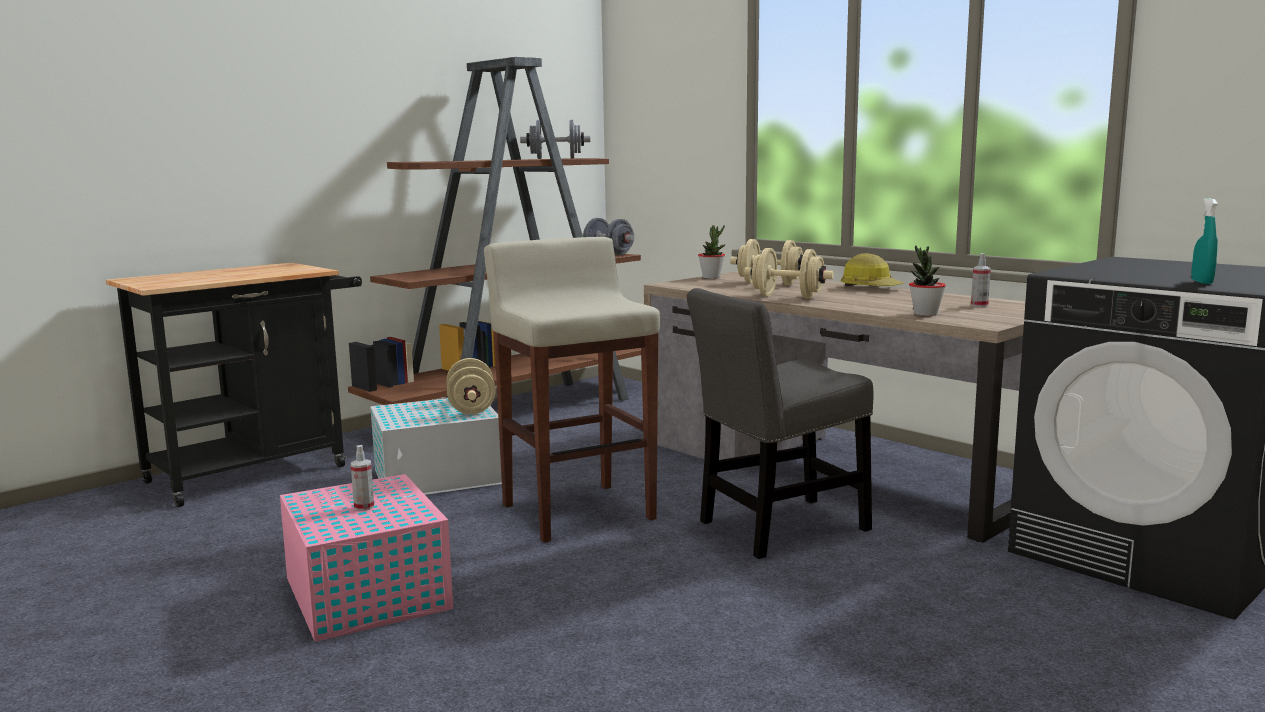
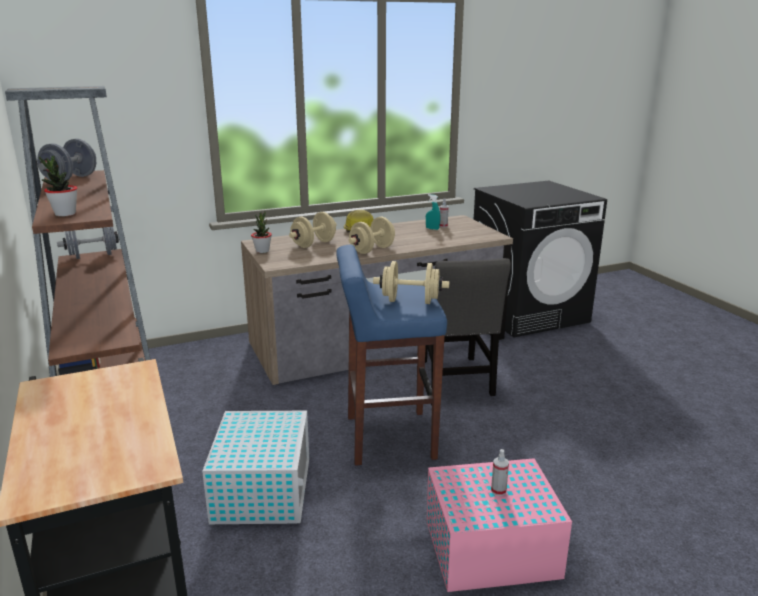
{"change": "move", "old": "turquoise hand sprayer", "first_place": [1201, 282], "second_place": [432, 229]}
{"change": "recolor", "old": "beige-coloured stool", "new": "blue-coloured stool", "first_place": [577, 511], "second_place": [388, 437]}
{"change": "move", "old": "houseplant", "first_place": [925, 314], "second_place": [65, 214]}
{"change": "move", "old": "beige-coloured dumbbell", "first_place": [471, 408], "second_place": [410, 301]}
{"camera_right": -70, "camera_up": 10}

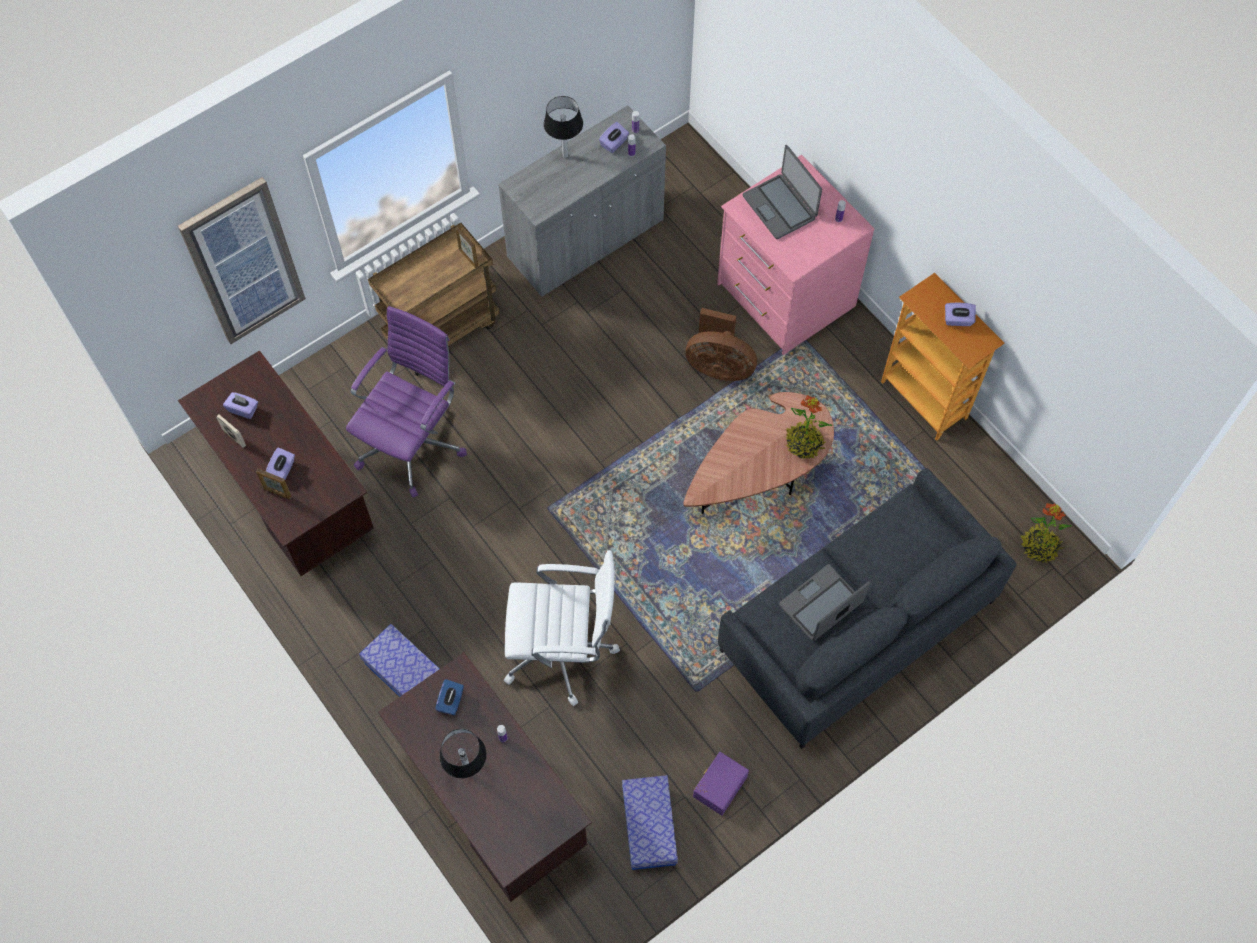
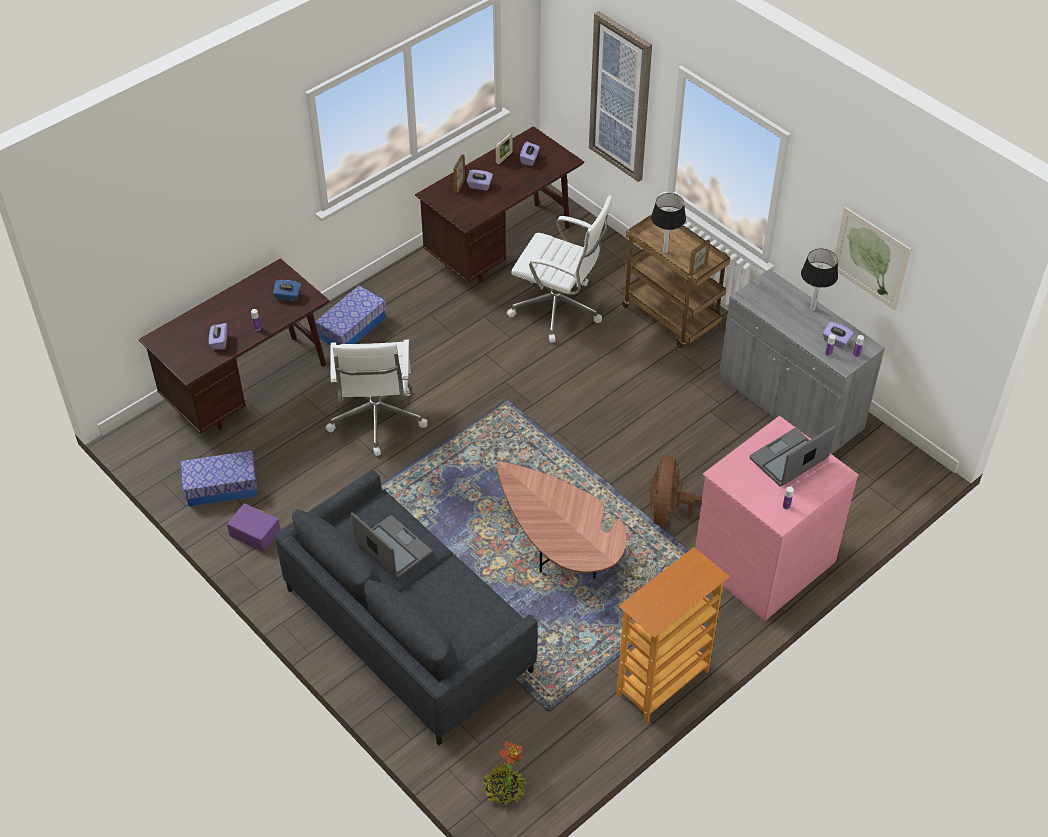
{"change": "move", "old": "purplish tissue holder", "first_place": [958, 320], "second_place": [219, 342]}
{"change": "recolor", "old": "purplish desk chair", "new": "white-coloured desk chair", "first_place": [412, 442], "second_place": [559, 310]}
{"change": "delete", "old": "houseplant", "first_place": [804, 444]}
{"change": "move", "old": "table lamp", "first_place": [468, 772], "second_place": [665, 252]}
{"change": "insert", "new": "wall art", "second_place": [871, 258]}
{"camera_right": 85, "camera_up": -15}

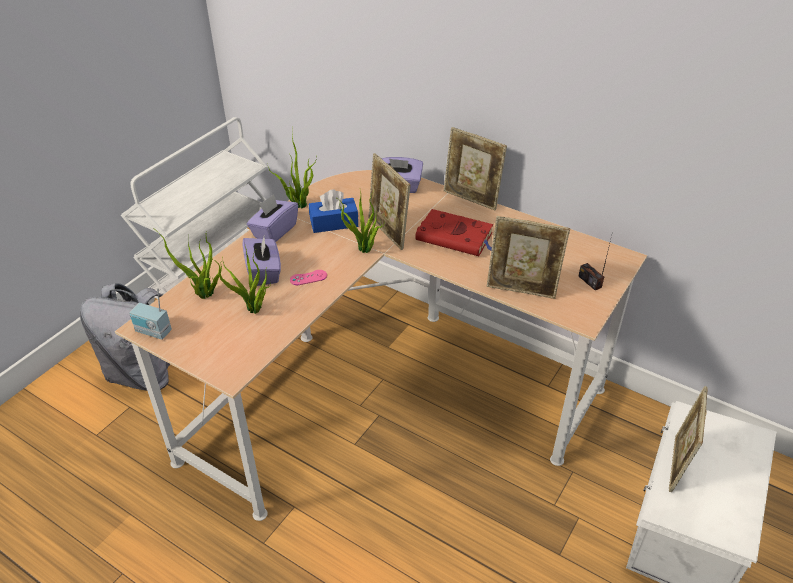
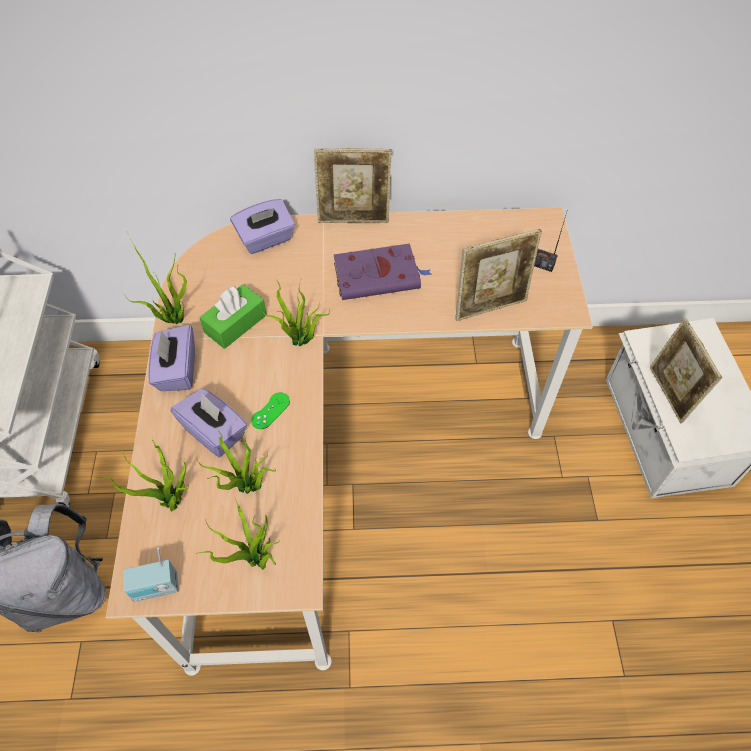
{"change": "delete", "old": "photo frame", "first_place": [388, 233]}
{"change": "recolor", "old": "blue-coloured tissue holder", "new": "green-coloured tissue holder", "first_place": [334, 223], "second_place": [235, 324]}
{"change": "recolor", "old": "red book", "new": "purplish book", "first_place": [456, 237], "second_place": [379, 276]}
{"change": "recolor", "old": "pinkish gamepad", "new": "green-coloured gamepad", "first_place": [308, 278], "second_place": [270, 411]}
{"change": "insert", "new": "houseplant", "second_place": [256, 560]}
{"camera_right": -35, "camera_up": 15}

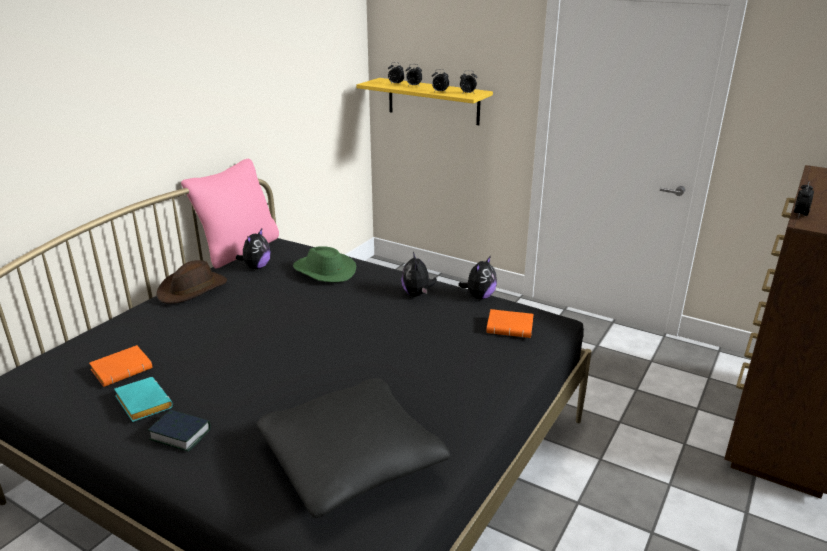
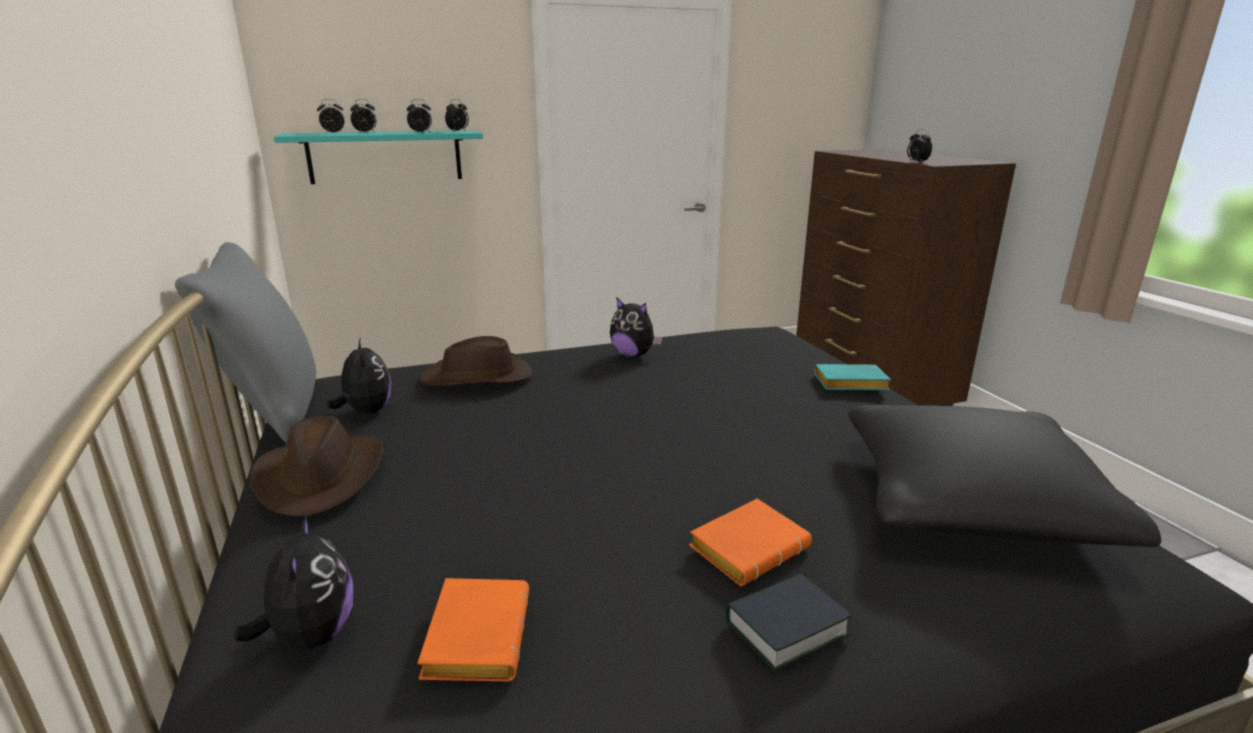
{"change": "recolor", "old": "yellow-coloured shelf", "new": "turquoise shelf", "first_place": [433, 101], "second_place": [385, 156]}
{"change": "recolor", "old": "pinkish pillow", "new": "gray pillow", "first_place": [238, 250], "second_place": [274, 410]}
{"change": "recolor", "old": "green-coloured hat", "new": "brown hat", "first_place": [324, 271], "second_place": [478, 378]}
{"change": "move", "old": "soft toy", "first_place": [479, 297], "second_place": [311, 635]}
{"change": "move", "old": "orangey book", "first_place": [511, 327], "second_place": [749, 547]}
{"change": "move", "old": "turquoise book", "first_place": [141, 403], "second_place": [848, 384]}
{"camera_right": -50, "camera_up": -5}

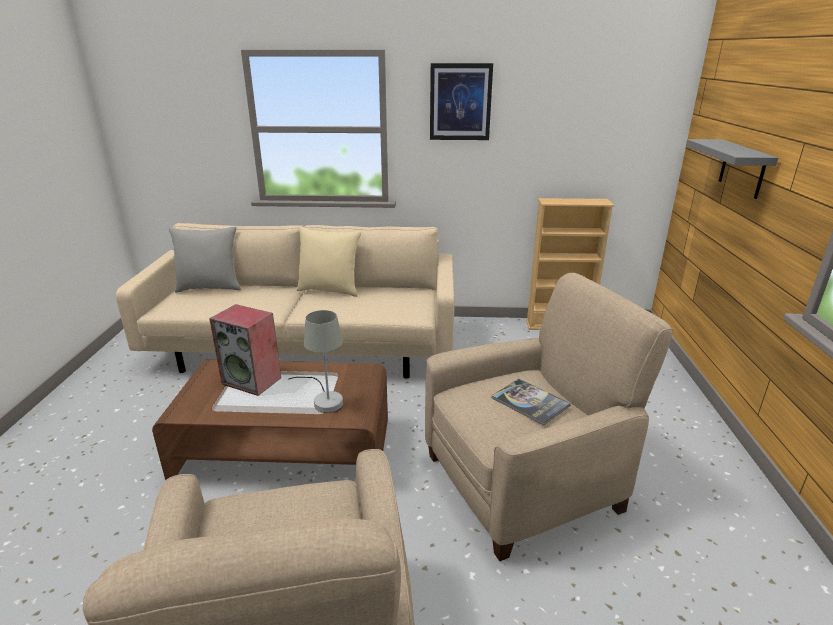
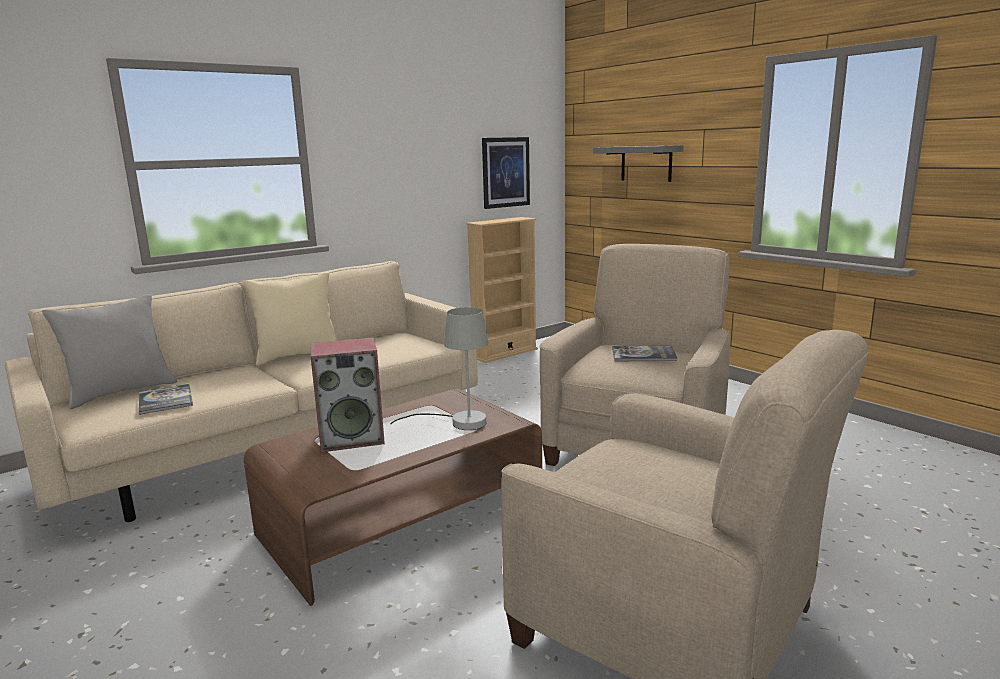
{"change": "move", "old": "wall art", "first_place": [460, 102], "second_place": [505, 172]}
{"change": "insert", "new": "book", "second_place": [165, 400]}
{"camera_right": -40, "camera_up": -10}

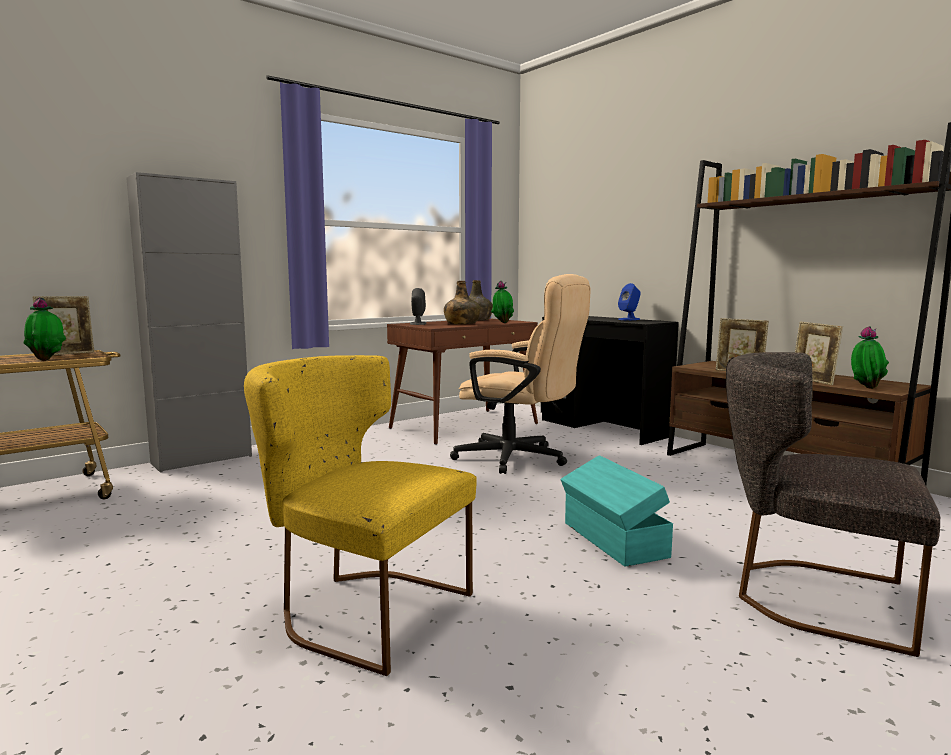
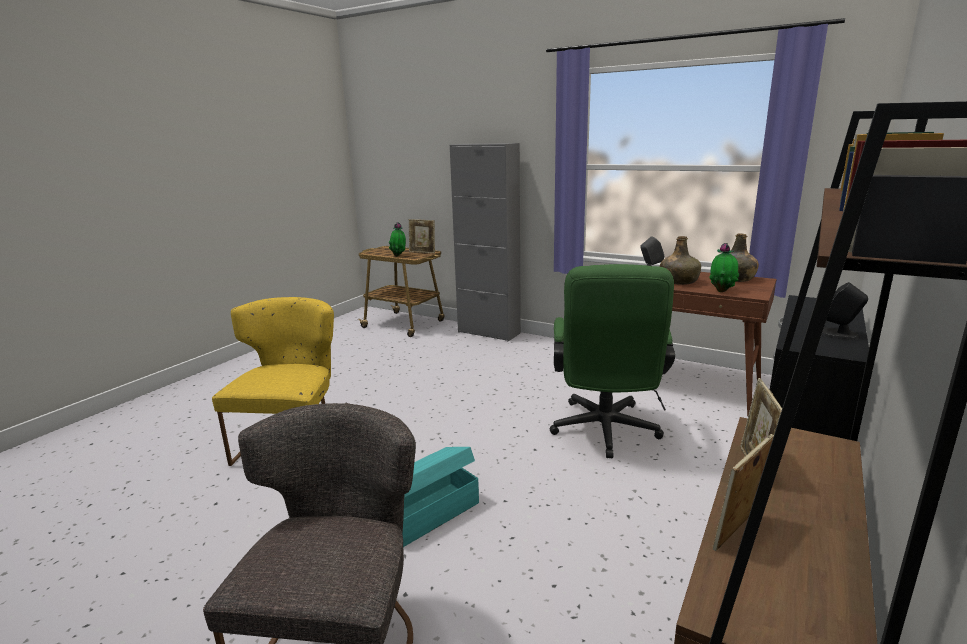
{"change": "recolor", "old": "beige-coloured desk chair", "new": "green-coloured desk chair", "first_place": [520, 459], "second_place": [605, 433]}
{"change": "recolor", "old": "blue-coloured speaker", "new": "black speaker", "first_place": [629, 319], "second_place": [838, 334]}
{"change": "delete", "old": "houseplant", "first_place": [865, 388]}
{"camera_right": 70, "camera_up": 10}

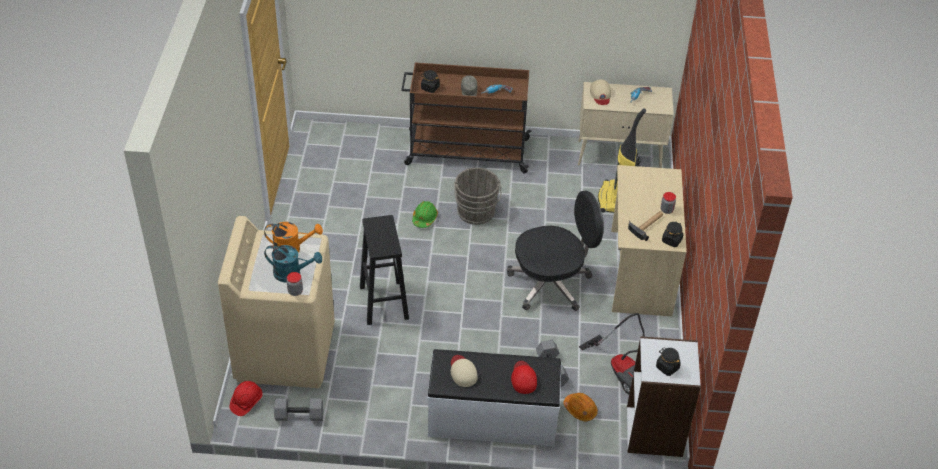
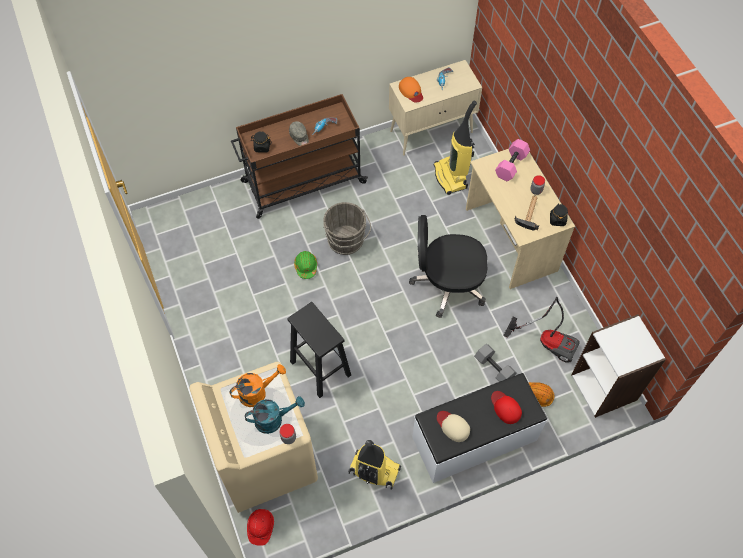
{"change": "recolor", "old": "beige-coloured baseball cap", "new": "orangey baseball cap", "first_place": [600, 94], "second_place": [411, 91]}
{"change": "rotate", "old": "black desk chair", "first_place": [551, 284], "second_place": [447, 284], "degrees": -135}
{"change": "delete", "old": "black preserve jar", "first_place": [667, 367]}
{"change": "delete", "old": "gray dumbbell", "first_place": [300, 415]}
{"change": "insert", "new": "pinkish dumbbell", "second_place": [511, 166]}
{"change": "insert", "new": "hoover", "second_place": [373, 471]}
{"camera_right": -25, "camera_up": 15}

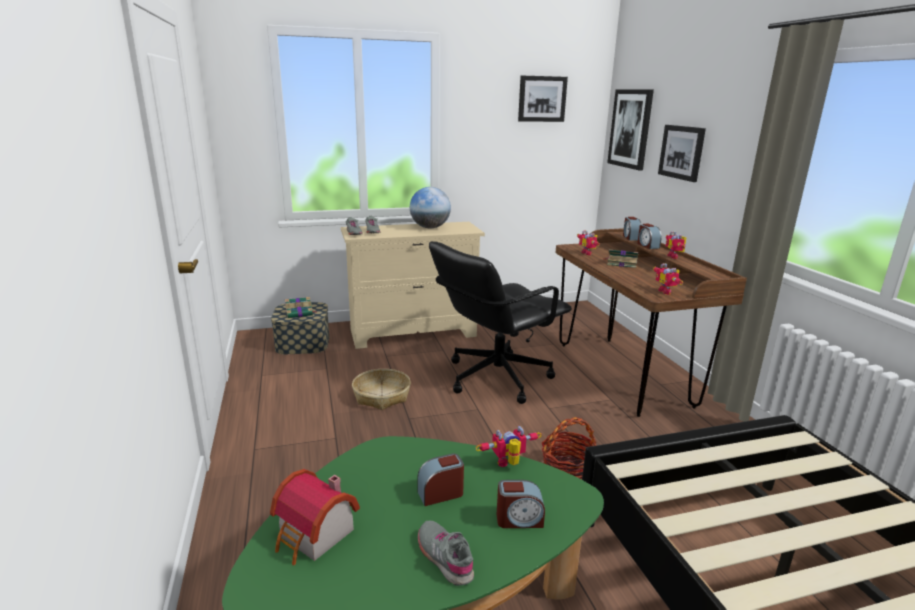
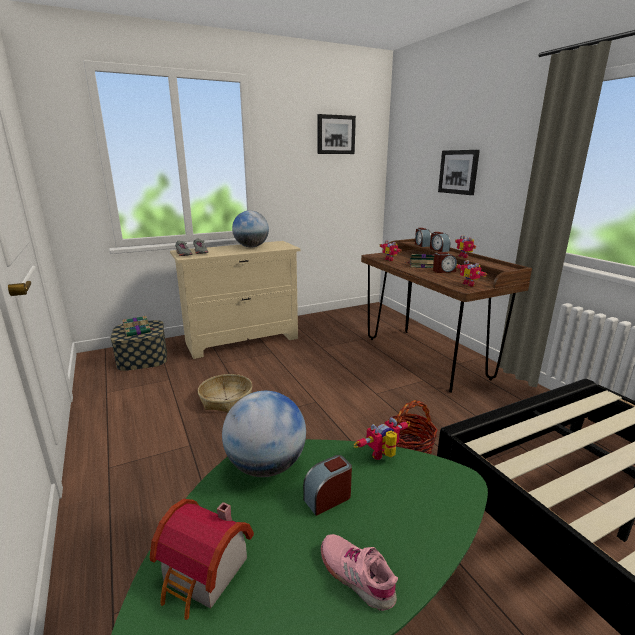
{"change": "delete", "old": "wall art", "first_place": [630, 128]}
{"change": "delete", "old": "black desk chair", "first_place": [496, 377]}
{"change": "move", "old": "bedside clock", "first_place": [519, 519], "second_place": [444, 271]}
{"change": "recolor", "old": "gray item of footwear", "new": "pinkish item of footwear", "first_place": [445, 557], "second_place": [356, 575]}
{"change": "insert", "new": "desk globe", "second_place": [266, 466]}
{"camera_right": -10, "camera_up": 0}

